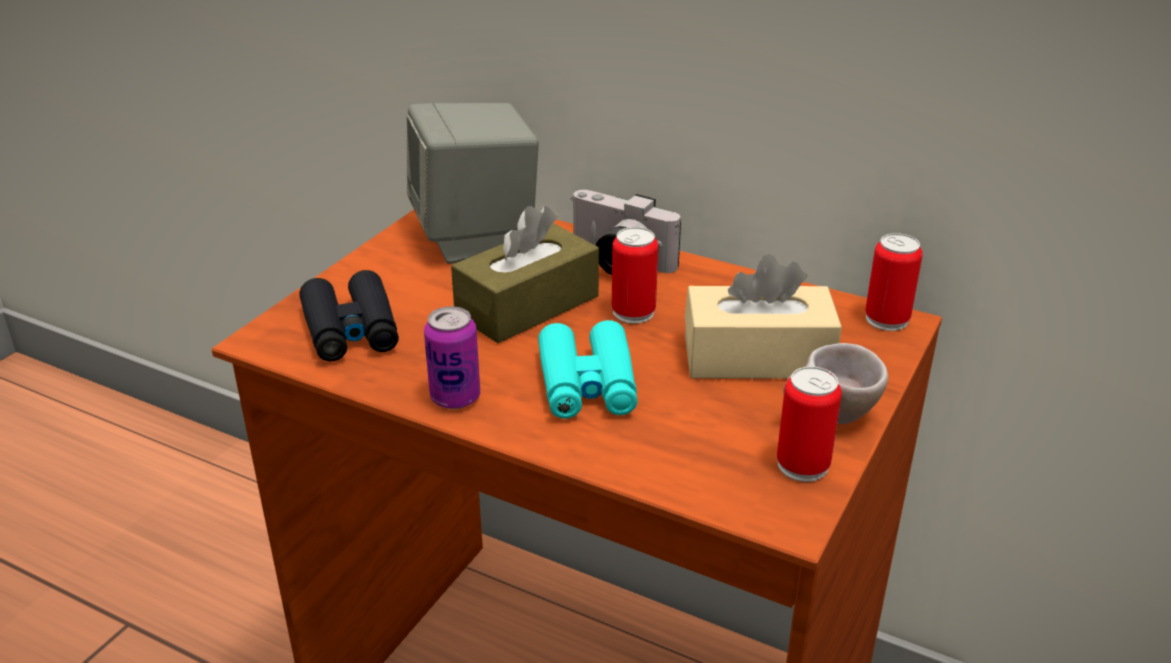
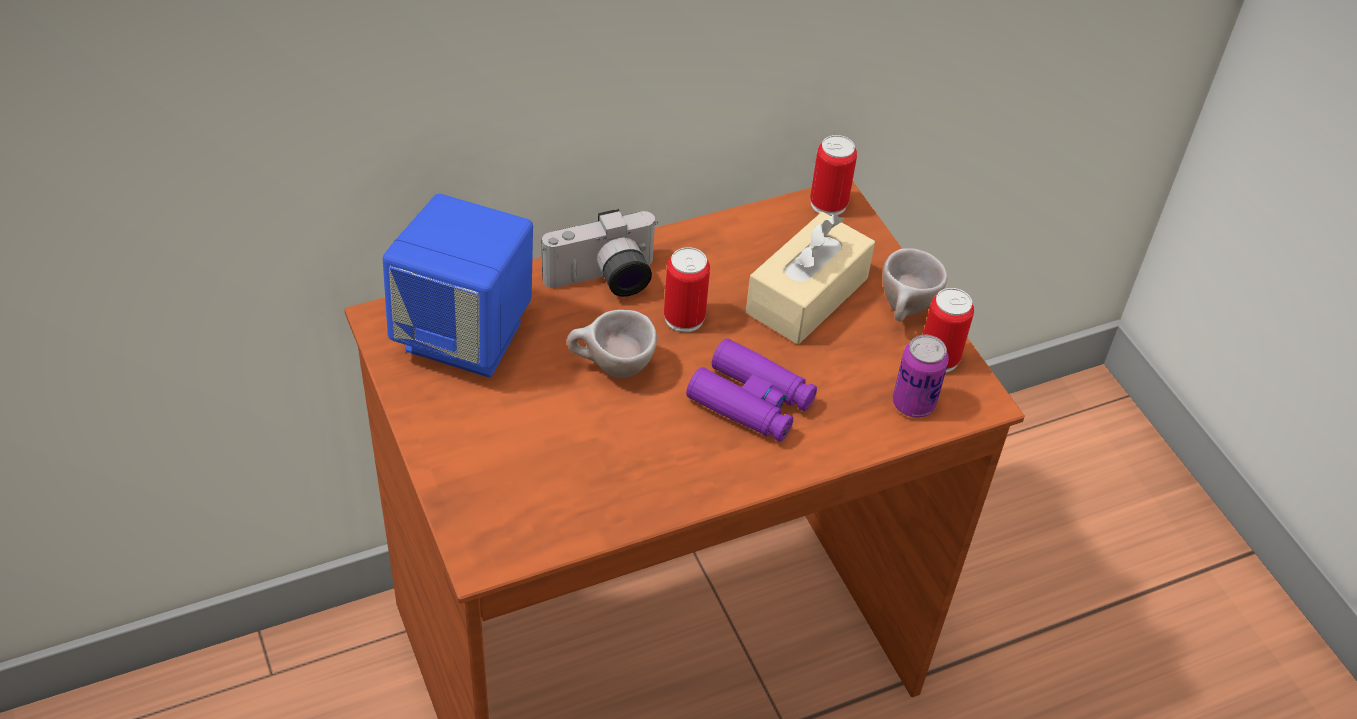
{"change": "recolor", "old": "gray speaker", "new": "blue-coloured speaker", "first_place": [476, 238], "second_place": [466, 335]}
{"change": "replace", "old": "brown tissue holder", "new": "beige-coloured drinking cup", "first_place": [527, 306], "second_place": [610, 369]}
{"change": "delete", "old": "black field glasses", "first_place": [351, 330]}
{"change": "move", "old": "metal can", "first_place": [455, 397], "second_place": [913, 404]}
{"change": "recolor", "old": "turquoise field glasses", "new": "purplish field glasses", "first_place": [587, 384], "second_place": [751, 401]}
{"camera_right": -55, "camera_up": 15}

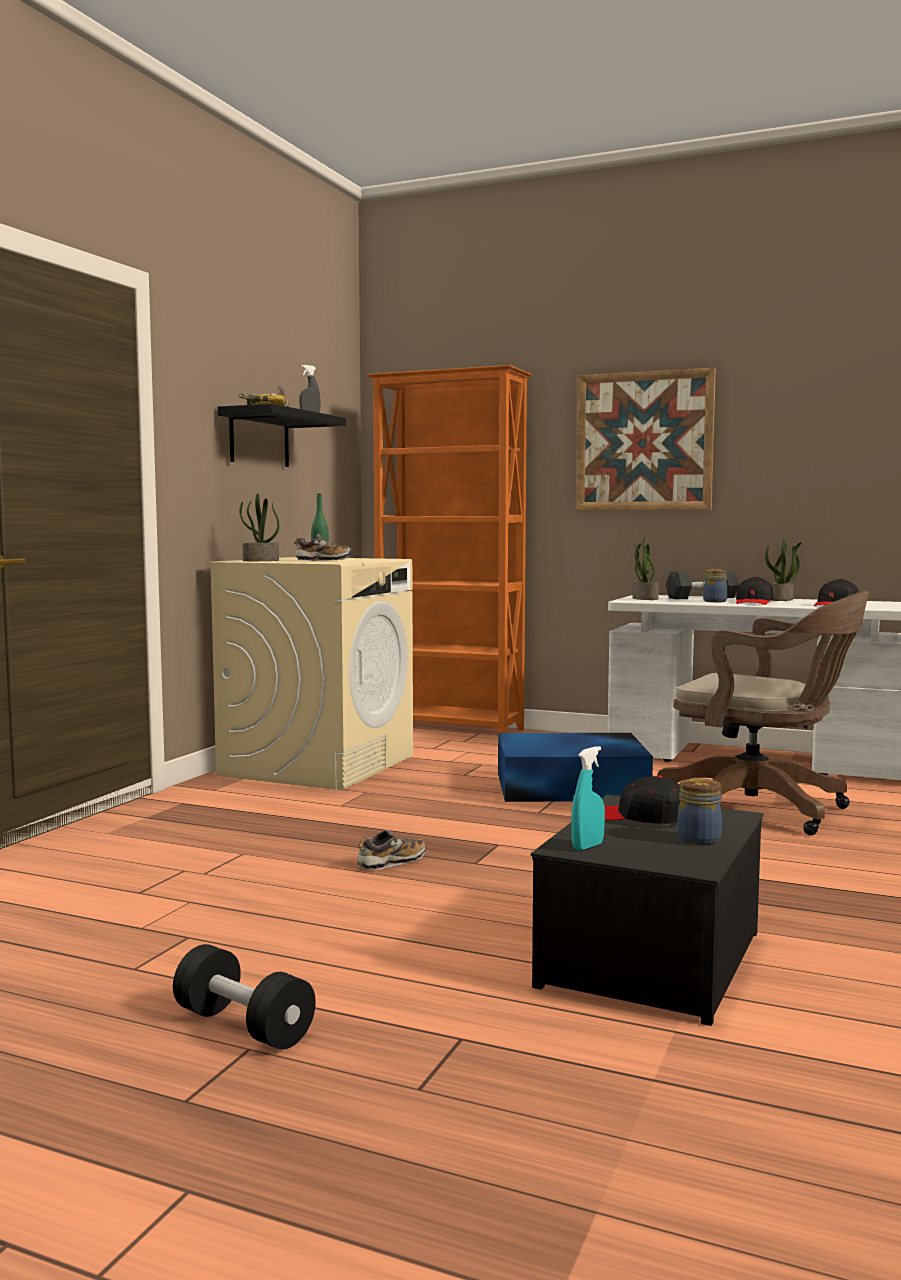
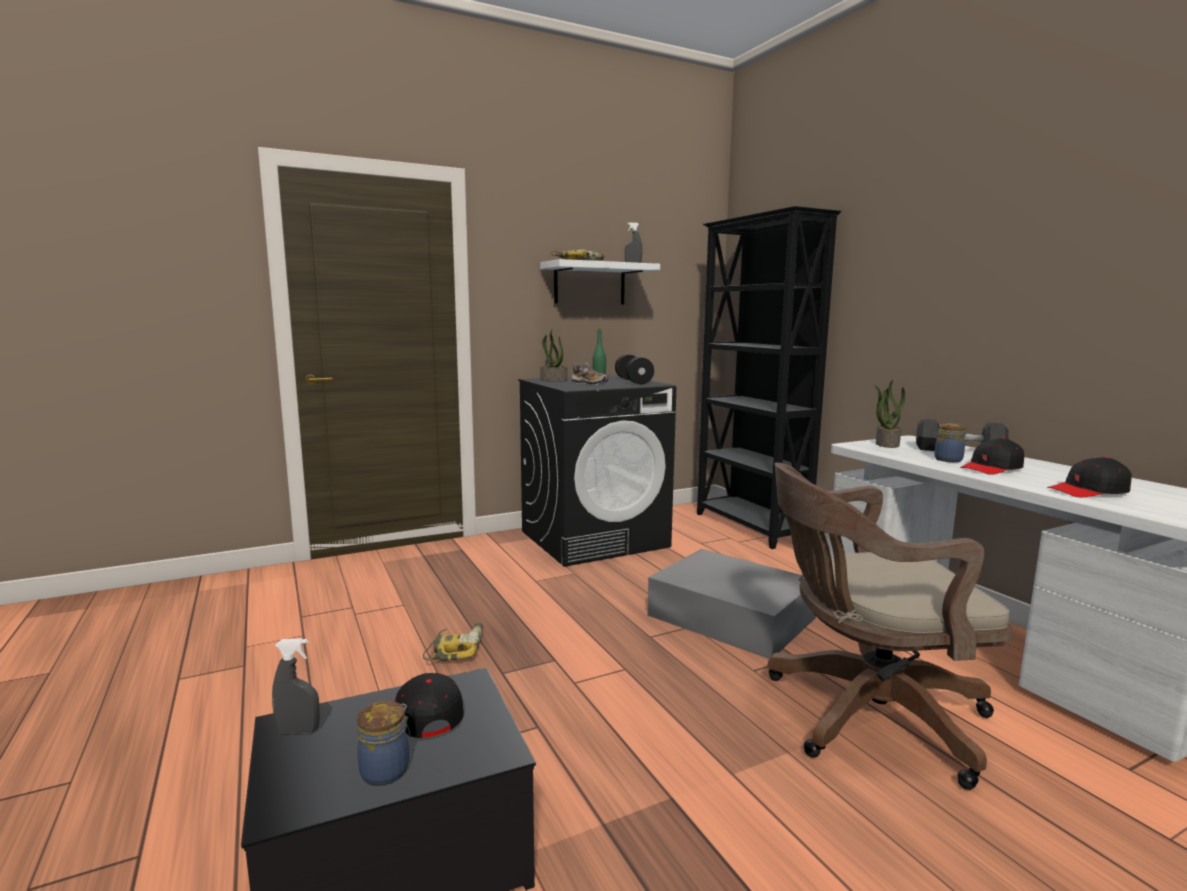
{"change": "recolor", "old": "orangey bookshelf", "new": "black bookshelf", "first_place": [450, 729], "second_place": [750, 527]}
{"change": "delete", "old": "wall art", "first_place": [644, 441]}
{"change": "recolor", "old": "black shelf", "new": "white-coloured shelf", "first_place": [259, 439], "second_place": [589, 284]}
{"change": "delete", "old": "houseplant", "first_place": [781, 599]}
{"change": "recolor", "old": "beige-coloured laundry appliance", "new": "black laundry appliance", "first_place": [318, 765], "second_place": [594, 539]}
{"change": "rotate", "old": "brown desk chair", "first_place": [762, 810], "second_place": [865, 715], "degrees": 105}
{"change": "recolor", "old": "blue-coloured storage bin", "new": "gray storage bin", "first_place": [573, 786], "second_place": [732, 617]}
{"change": "recolor", "old": "turquoise hand sprayer", "new": "gray hand sprayer", "first_place": [587, 846], "second_place": [298, 731]}
{"change": "replace", "old": "item of footwear", "new": "power drill", "first_place": [391, 863], "second_place": [456, 648]}
{"change": "move", "old": "black dumbbell", "first_place": [243, 1026], "second_place": [633, 381]}
{"camera_right": 40, "camera_up": 5}

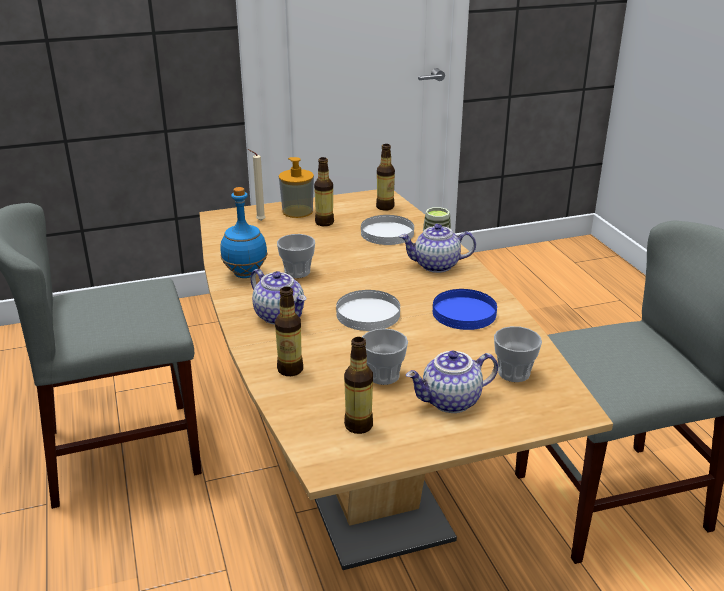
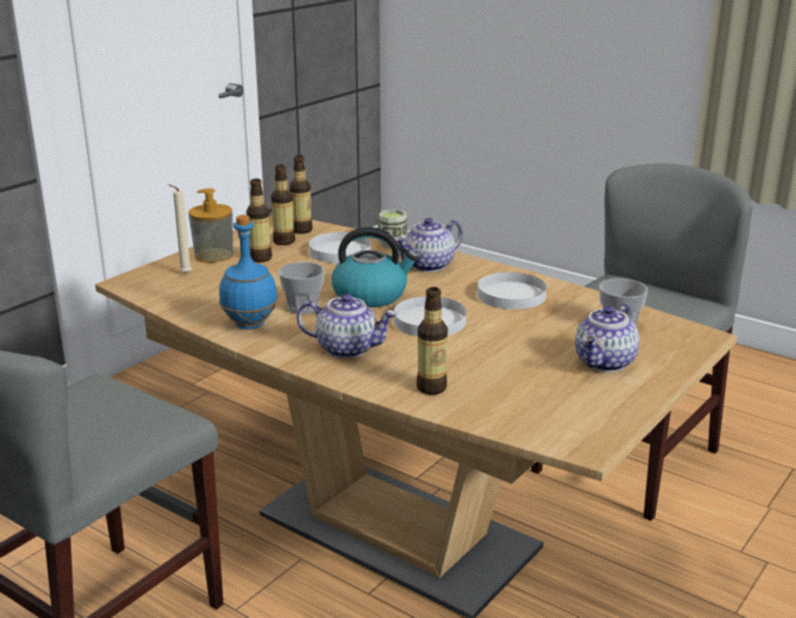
{"change": "recolor", "old": "blue-coloured plate", "new": "white-coloured plate", "first_place": [463, 313], "second_place": [511, 295]}
{"change": "delete", "old": "drinking cup", "first_place": [383, 375]}
{"change": "move", "old": "beverage bottle", "first_place": [358, 425], "second_place": [284, 241]}
{"change": "insert", "new": "kettle", "second_place": [371, 295]}
{"camera_right": -35, "camera_up": -5}

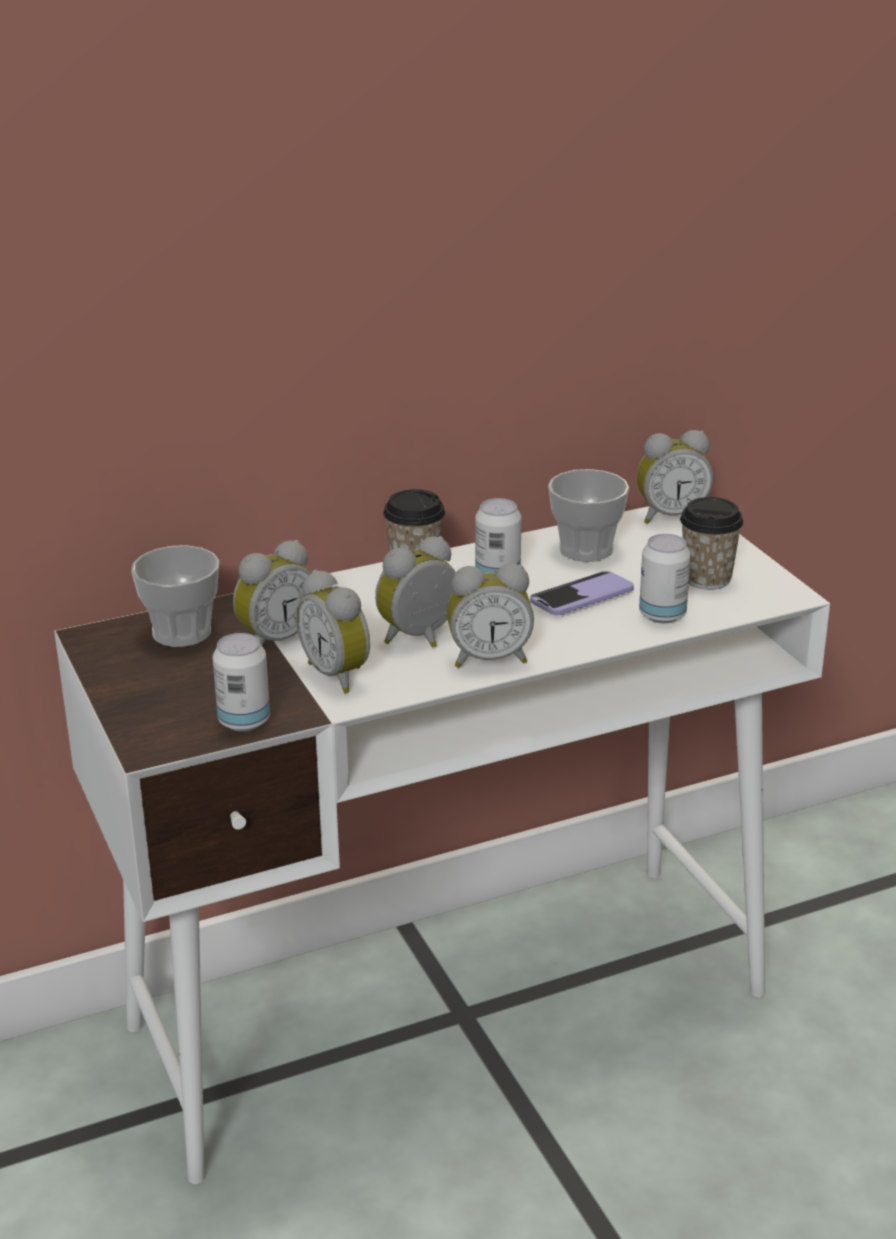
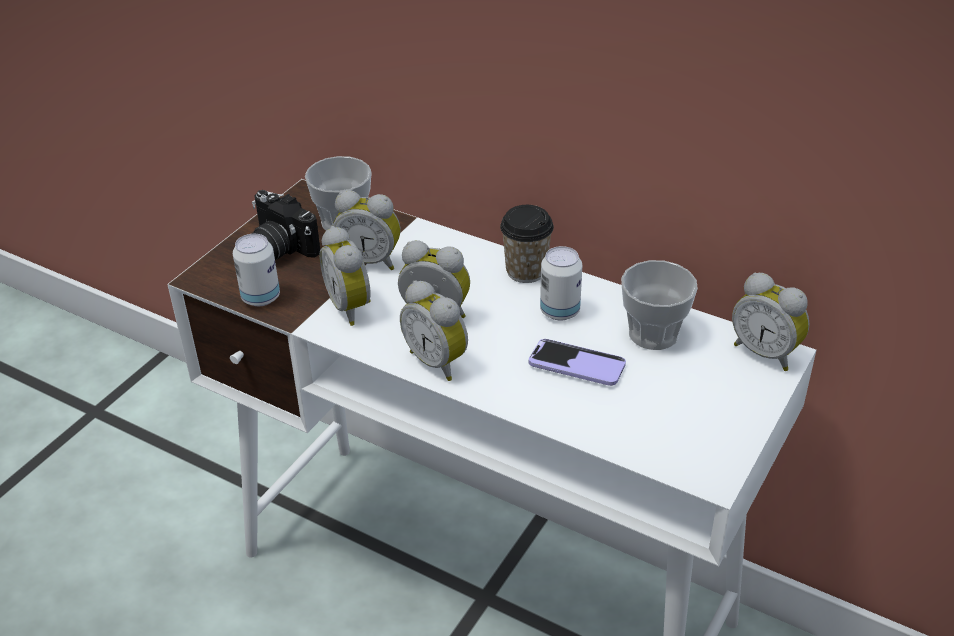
{"change": "delete", "old": "drinking cup", "first_place": [707, 578]}
{"change": "delete", "old": "metal can", "first_place": [662, 615]}
{"change": "rotate", "old": "bedside clock", "first_place": [339, 675], "second_place": [352, 307], "degrees": -45}
{"change": "insert", "new": "photo camera", "second_place": [280, 248]}
{"camera_right": 55, "camera_up": 10}

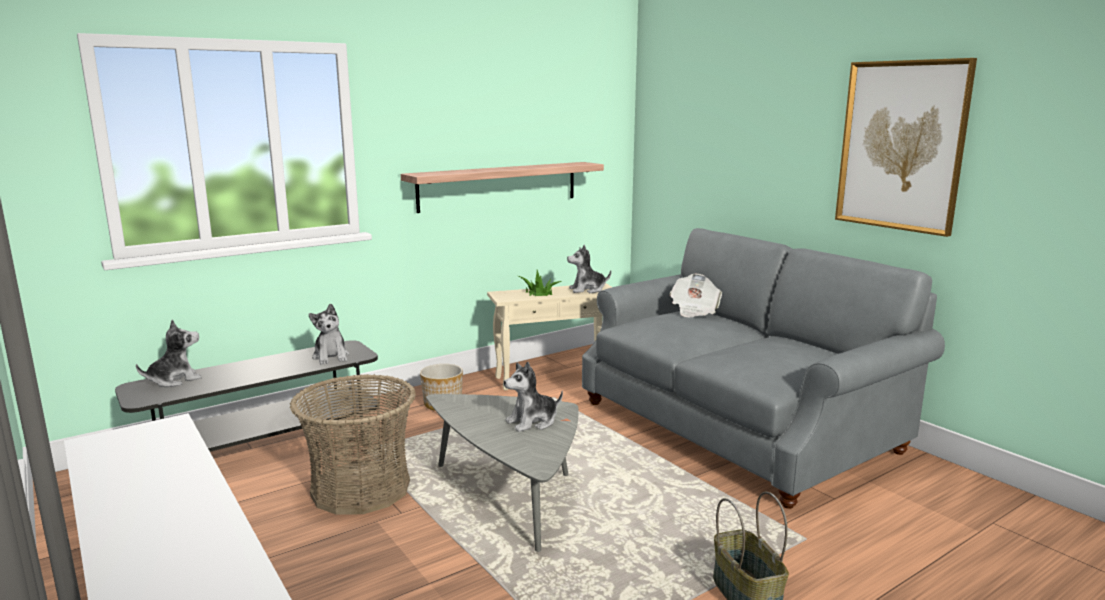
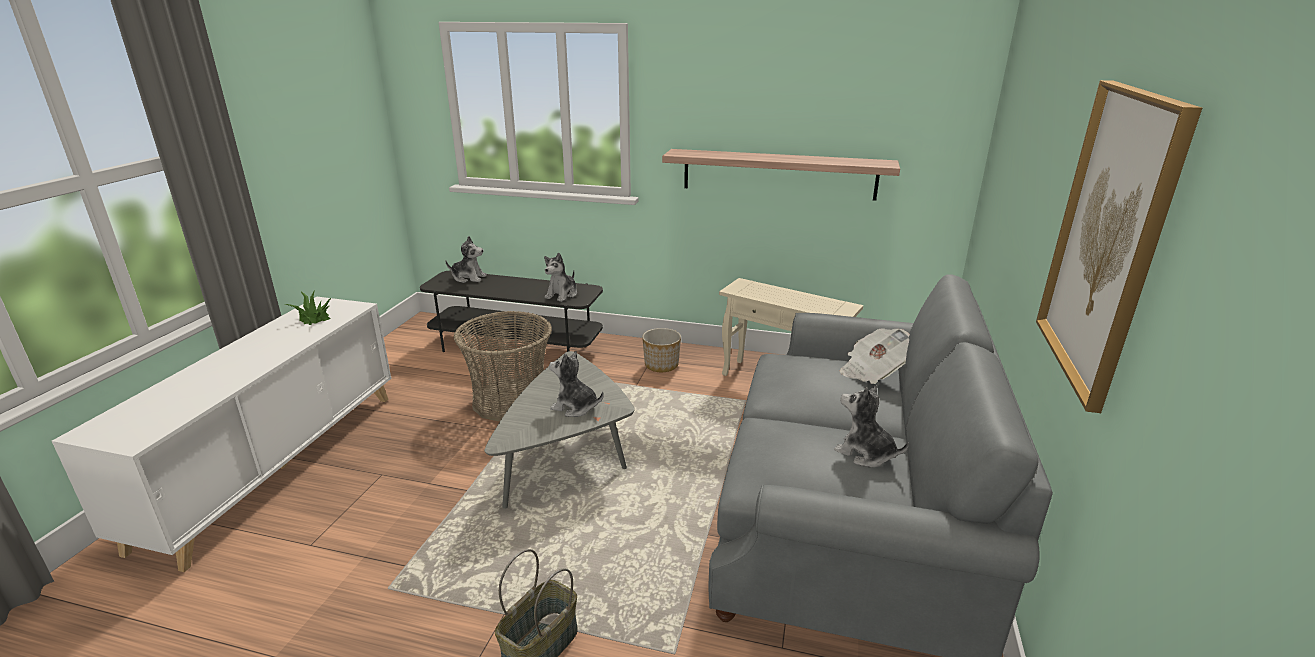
{"change": "move", "old": "soft toy", "first_place": [587, 290], "second_place": [865, 453]}
{"change": "move", "old": "houseplant", "first_place": [539, 293], "second_place": [314, 317]}
{"camera_right": 50, "camera_up": 10}

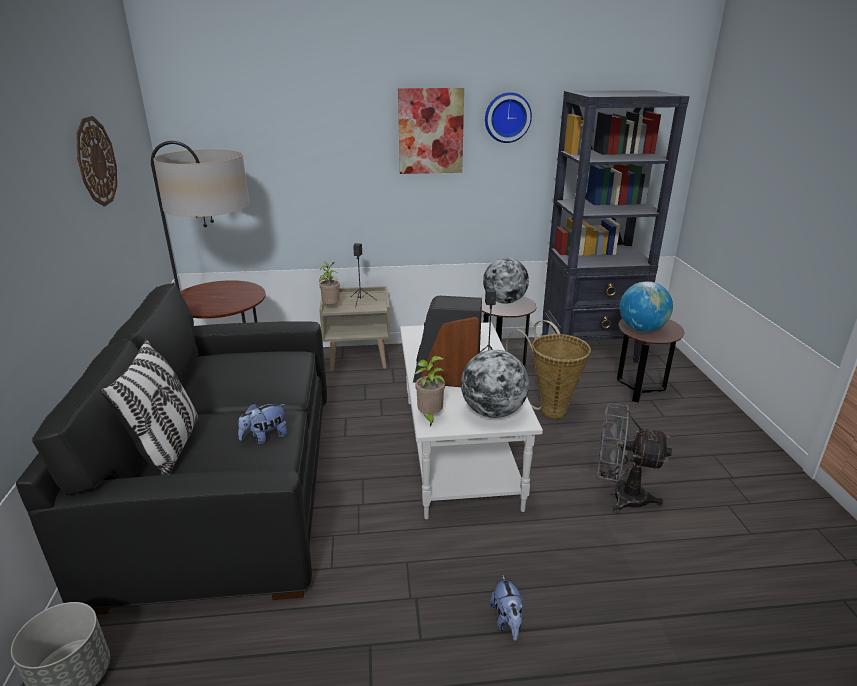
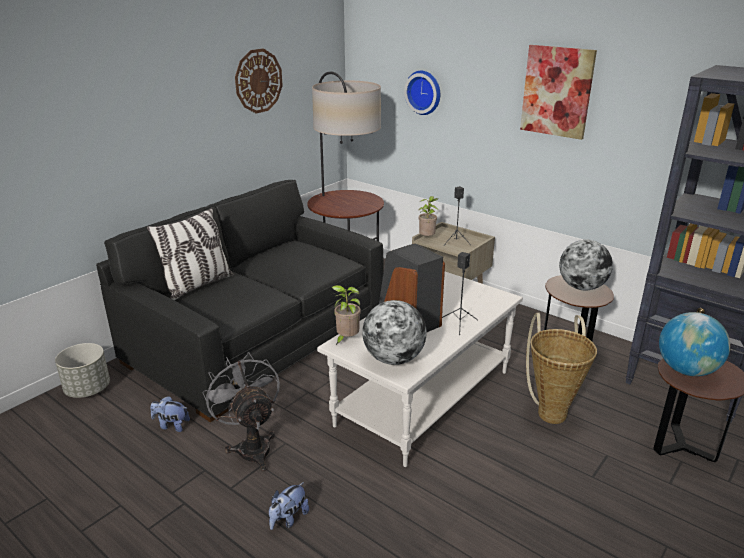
{"change": "move", "old": "clock on the wall", "first_place": [507, 117], "second_place": [424, 92]}
{"change": "move", "old": "soft toy", "first_place": [265, 437], "second_place": [171, 425]}
{"change": "move", "old": "gray electric fan", "first_place": [620, 496], "second_place": [251, 446]}
{"camera_right": 45, "camera_up": 0}

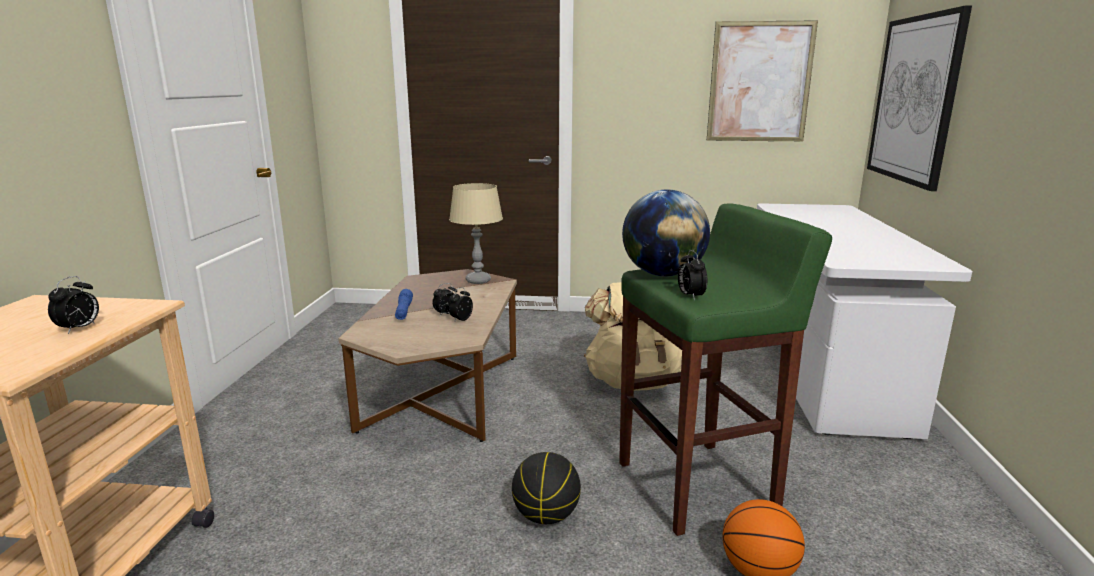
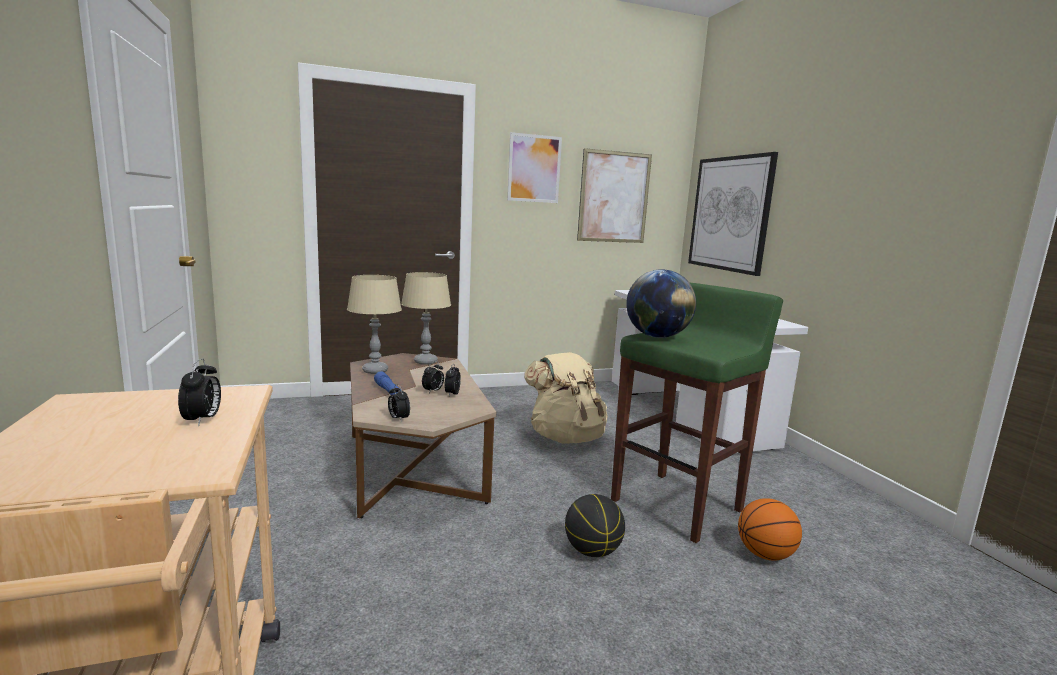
{"change": "move", "old": "bedside clock", "first_place": [690, 296], "second_place": [398, 419]}
{"change": "insert", "new": "wall art", "second_place": [534, 168]}
{"change": "insert", "new": "beige-coloured table lamp", "second_place": [375, 370]}
{"camera_right": -25, "camera_up": -5}

